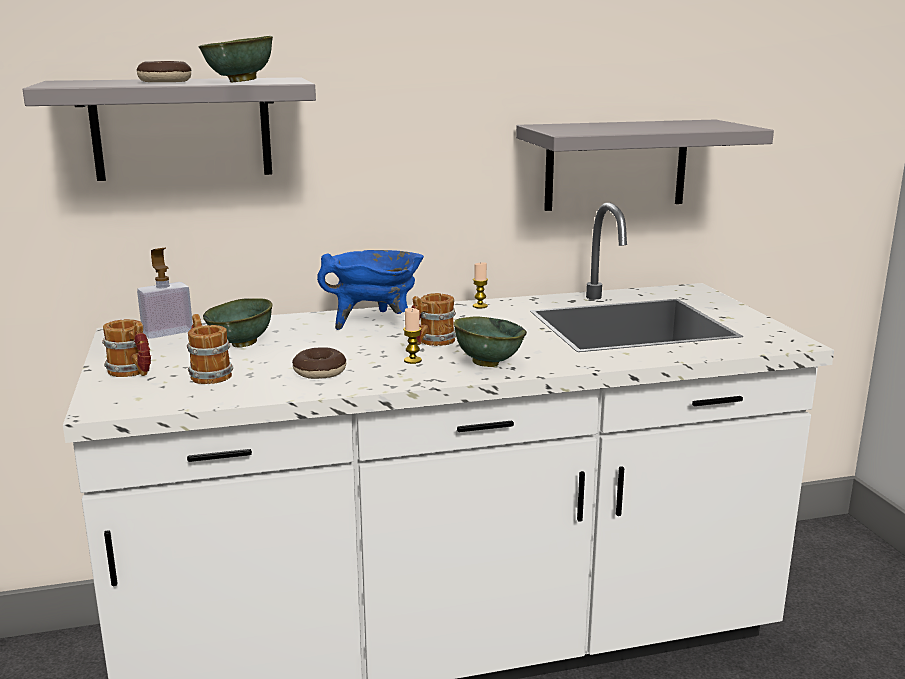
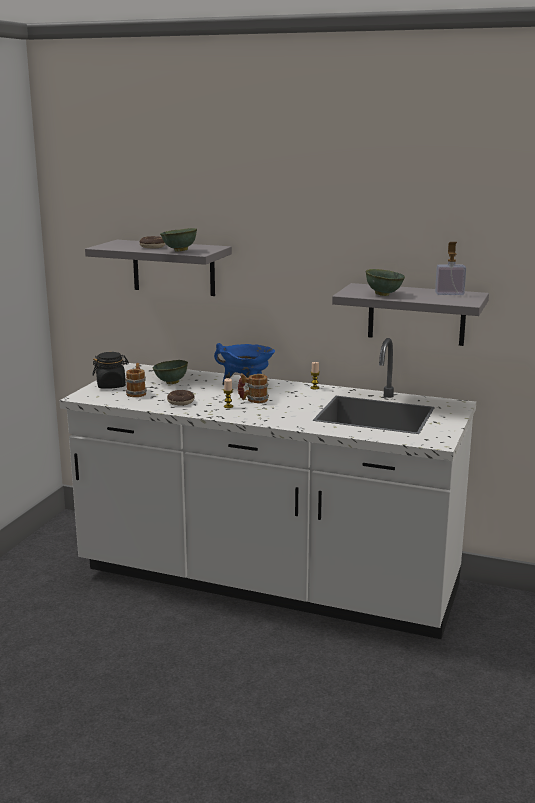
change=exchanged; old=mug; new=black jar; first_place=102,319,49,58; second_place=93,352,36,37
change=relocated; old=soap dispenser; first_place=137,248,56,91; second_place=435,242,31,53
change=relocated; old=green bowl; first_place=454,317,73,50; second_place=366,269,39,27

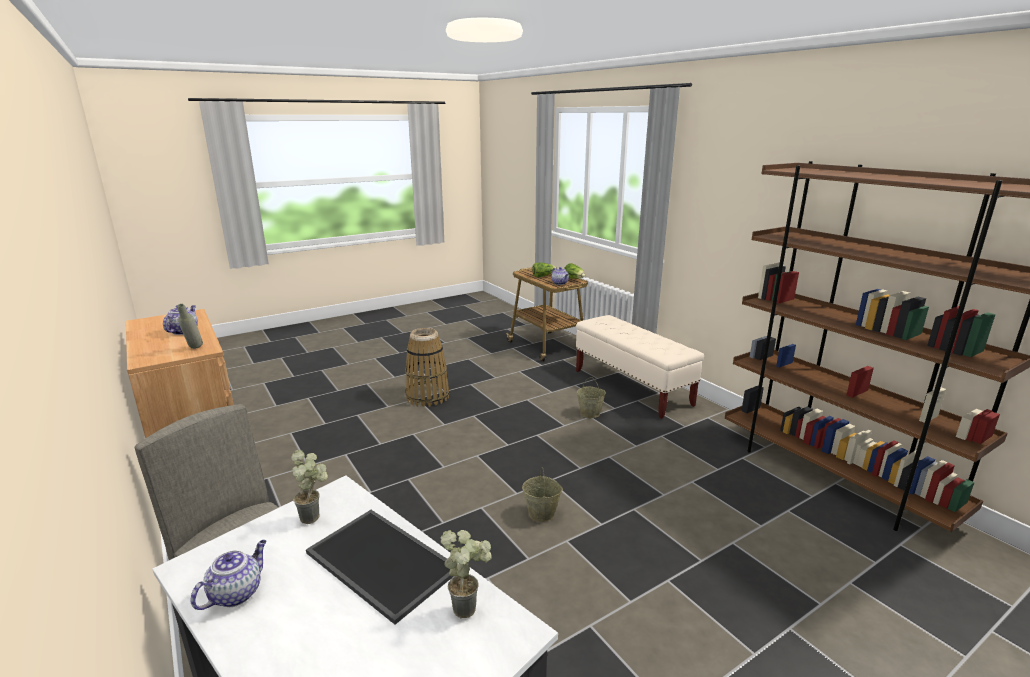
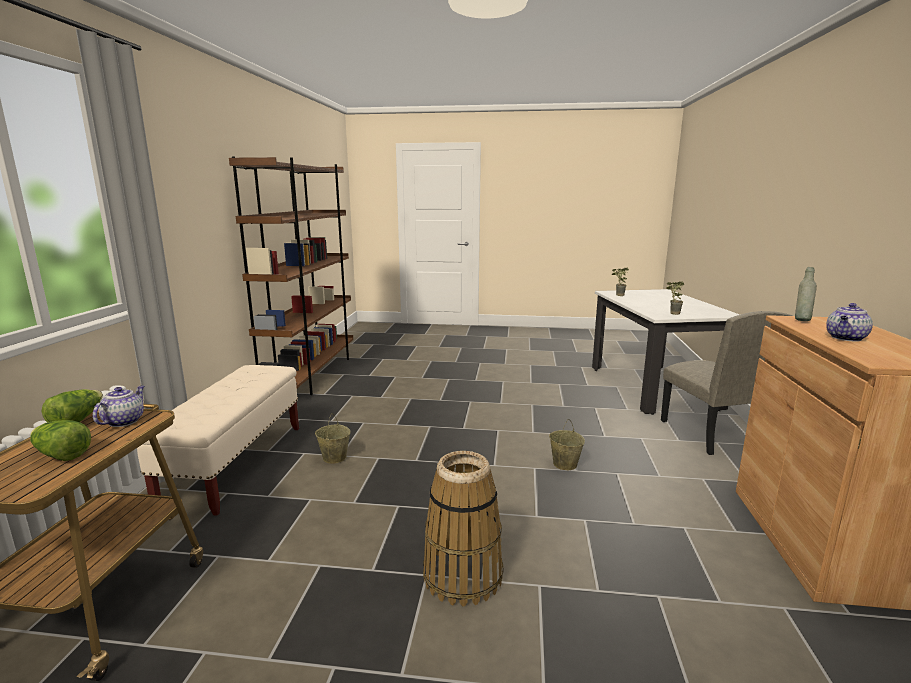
change=missing; old=teapot; first_place=190,540,76,70
change=missing; old=tray; first_place=306,510,148,115
change=relocated; old=beige bucket; first_place=522,468,41,54; second_place=549,419,36,51

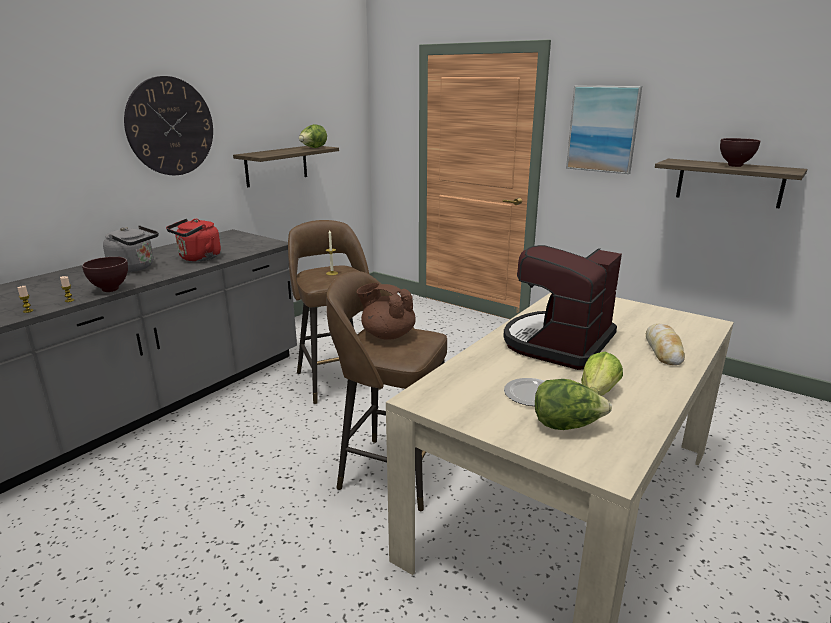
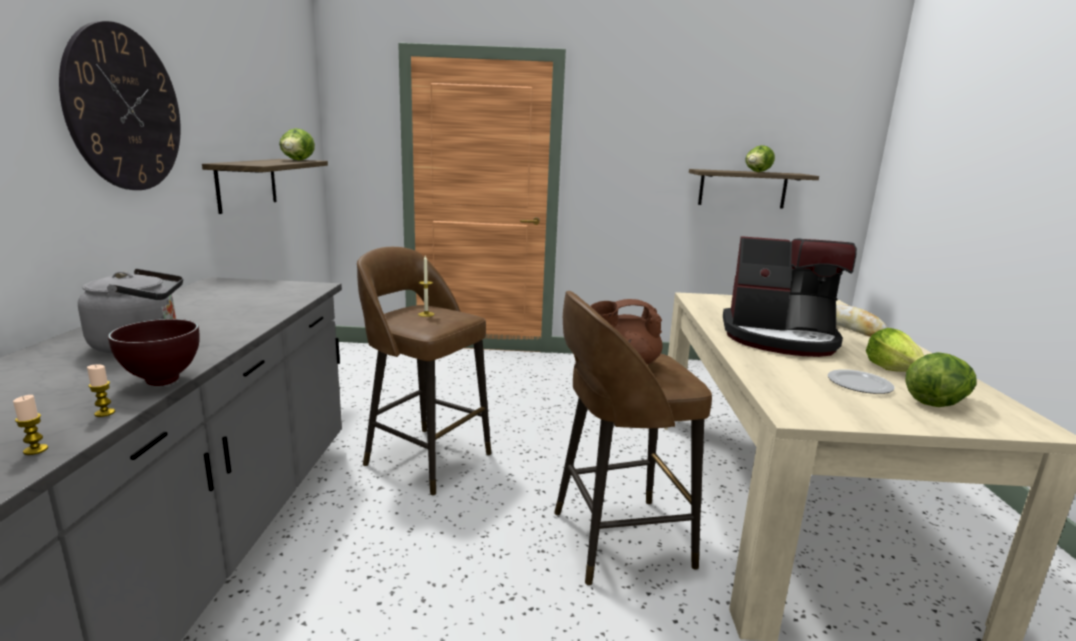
change=missing; old=red kettle; first_place=166,218,55,43
change=spun; old=coffee machine; first_place=503,245,119,125; second_place=723,236,134,121; degrees=-75
change=missing; old=picture; first_place=566,86,76,88
change=exchanged; old=brown bowl; new=lettuce; first_place=720,138,40,29; second_place=745,145,30,27

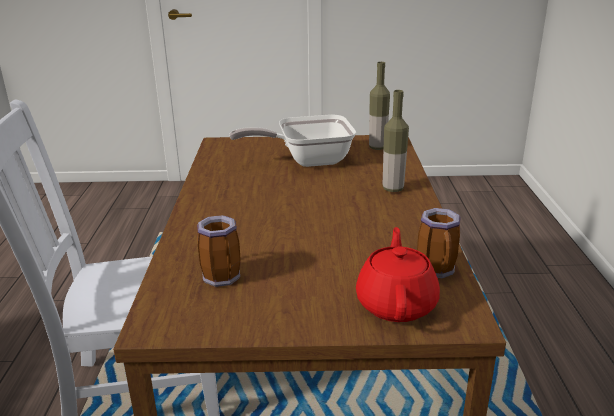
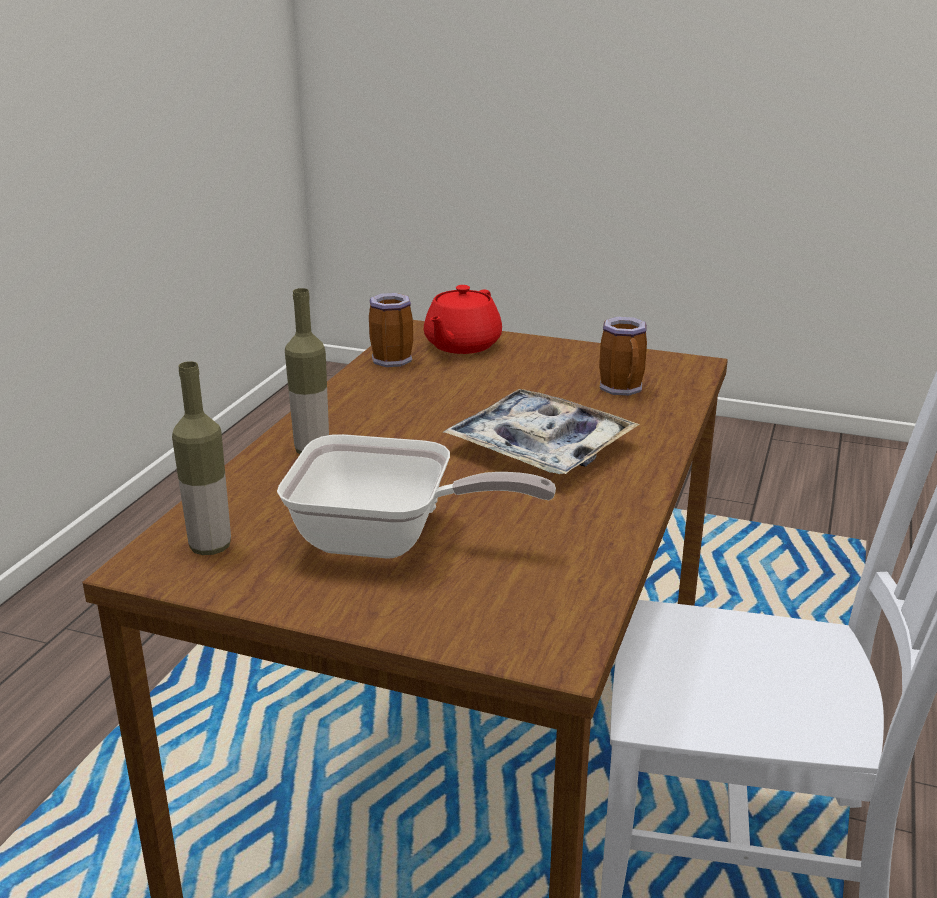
change=appeared; new=tray; second_place=443,389,196,85

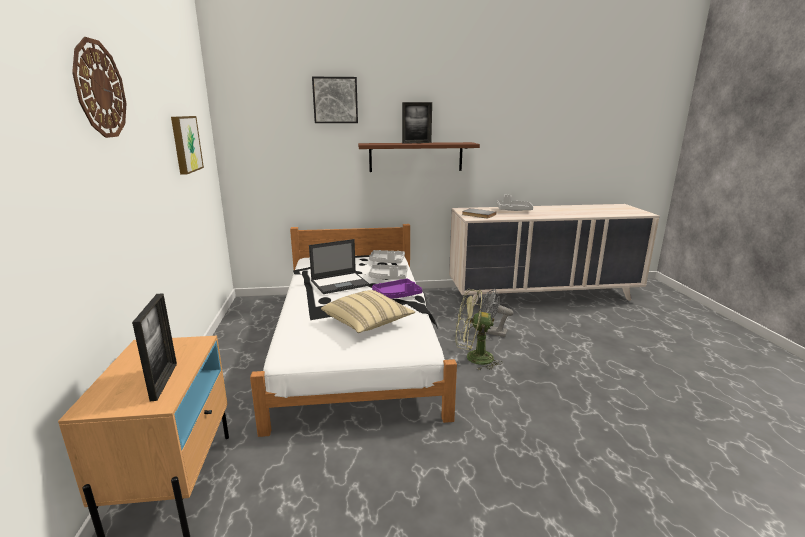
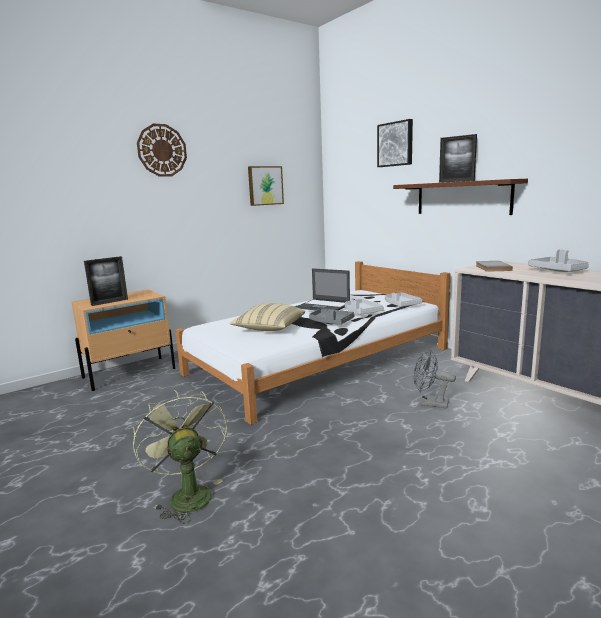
change=colour; old=purple tray; new=grey tray; first_place=372,279,50,20; second_place=309,308,45,17
change=relocated; old=green fan; first_place=455,289,48,82; second_place=133,390,94,134
change=spun; old=grey fan; first_place=481,289,33,48; second_place=414,350,42,58; degrees=-60

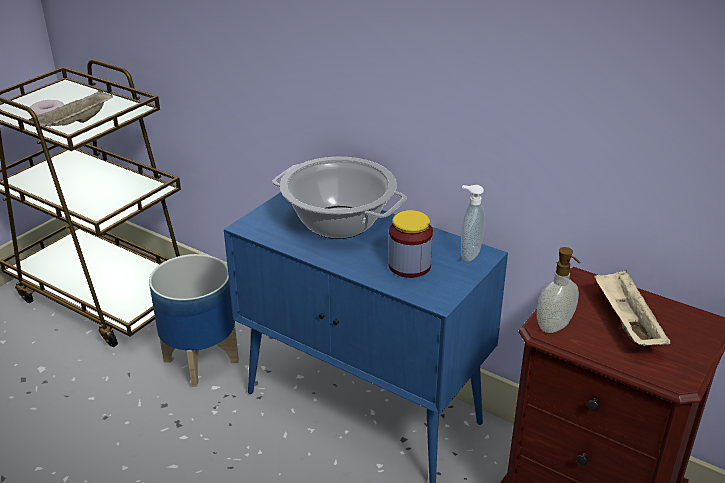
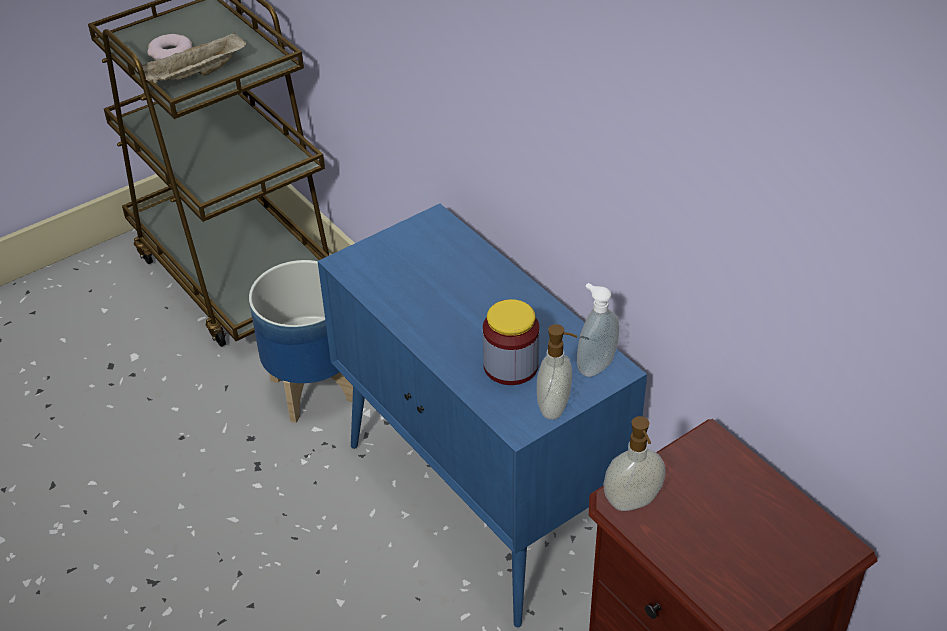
change=missing; old=cooking pot; first_place=272,157,135,82
change=missing; old=beige tray; first_place=594,270,76,76
change=appeared; new=soap dispenser; second_place=537,324,40,96

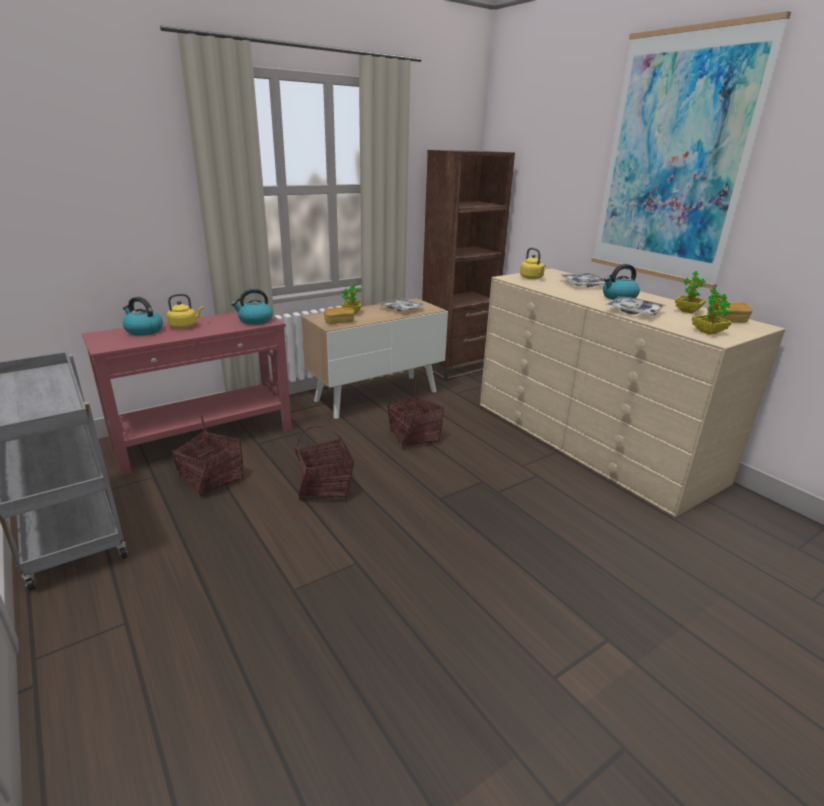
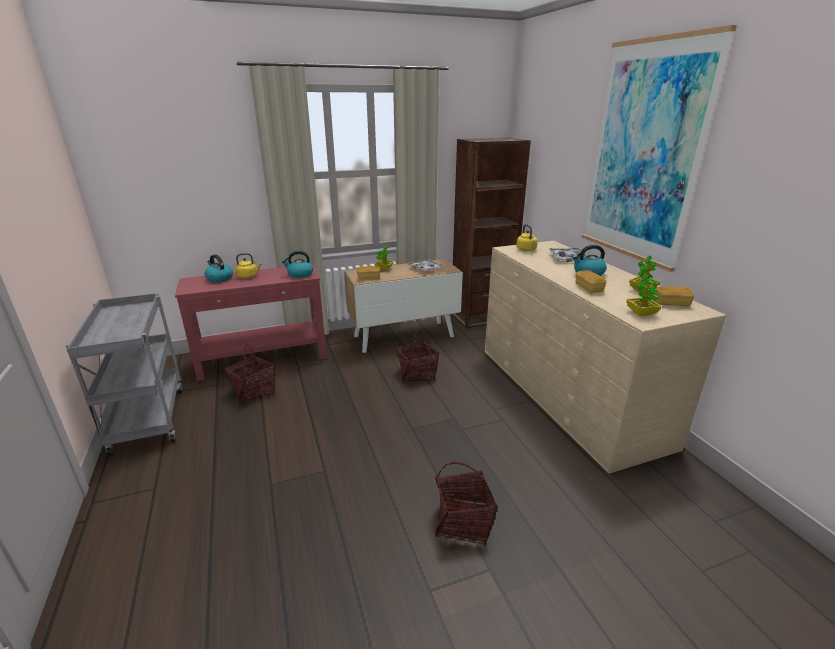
change=relocated; old=basket; first_place=295,425,59,76; second_place=435,462,63,84
change=exchanged; old=tray; new=bread; first_place=605,296,61,20; second_place=575,270,32,23

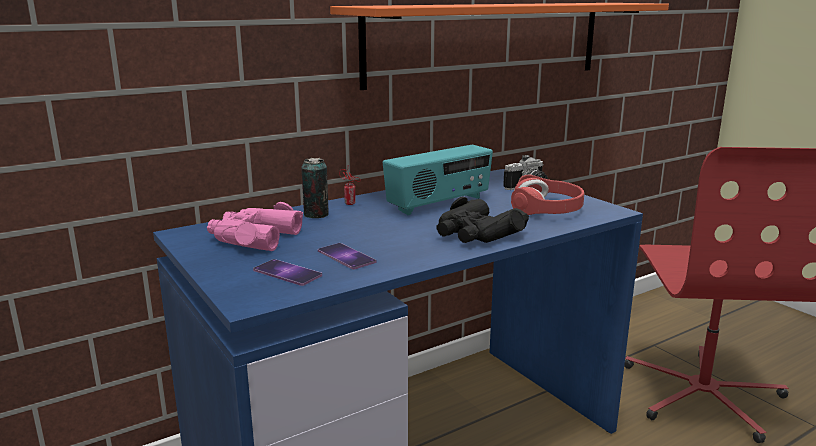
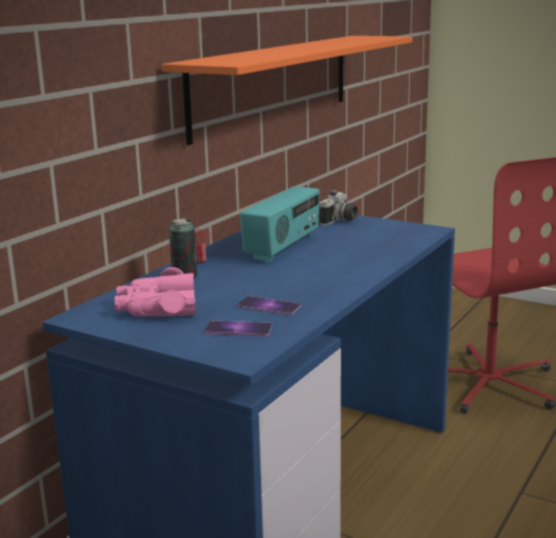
change=missing; old=black binoculars; first_place=436,197,93,46
change=missing; old=red headphones; first_place=511,174,73,41

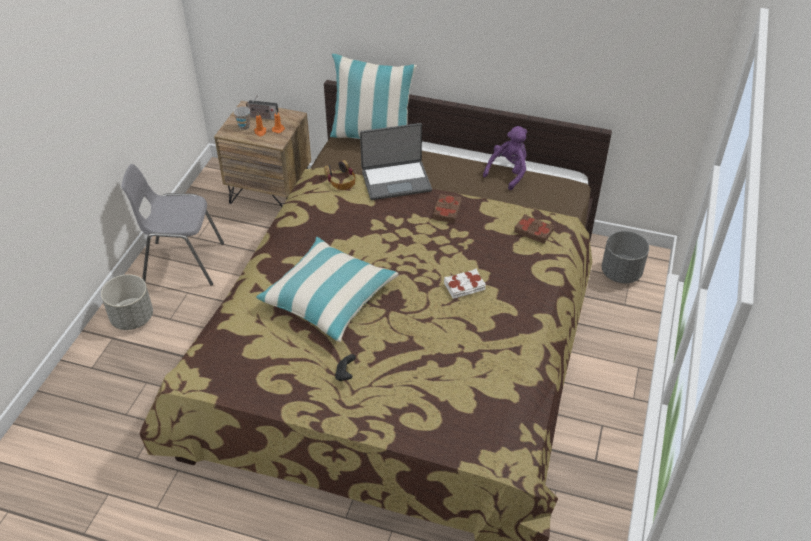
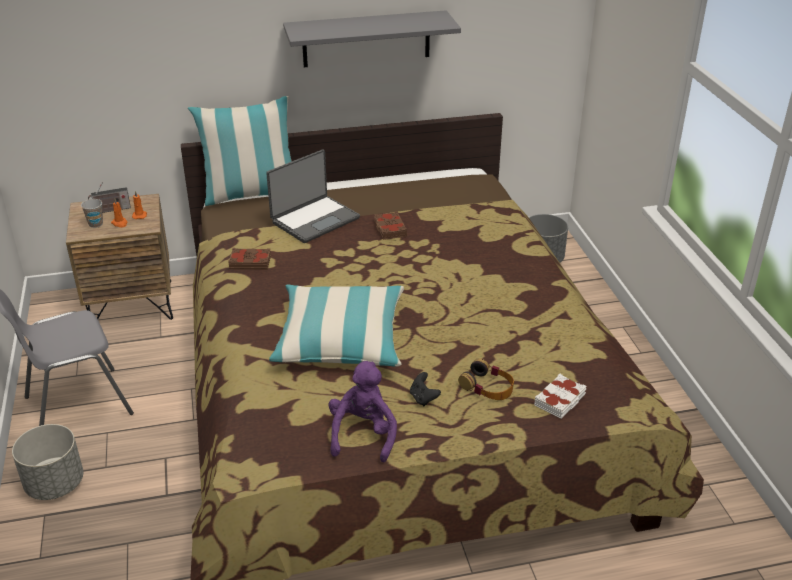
change=relocated; old=headphones; first_place=324,160,31,30; second_place=458,358,56,42
change=relocated; old=white book; first_place=444,269,42,30; second_place=534,374,52,45
change=relocated; old=purple plush toy; first_place=483,126,44,64; second_place=329,361,68,101
change=relocated; old=brown book; first_place=514,214,40,30; second_place=228,248,43,22
change=appeared; new=grey shelf; second_place=283,10,178,57

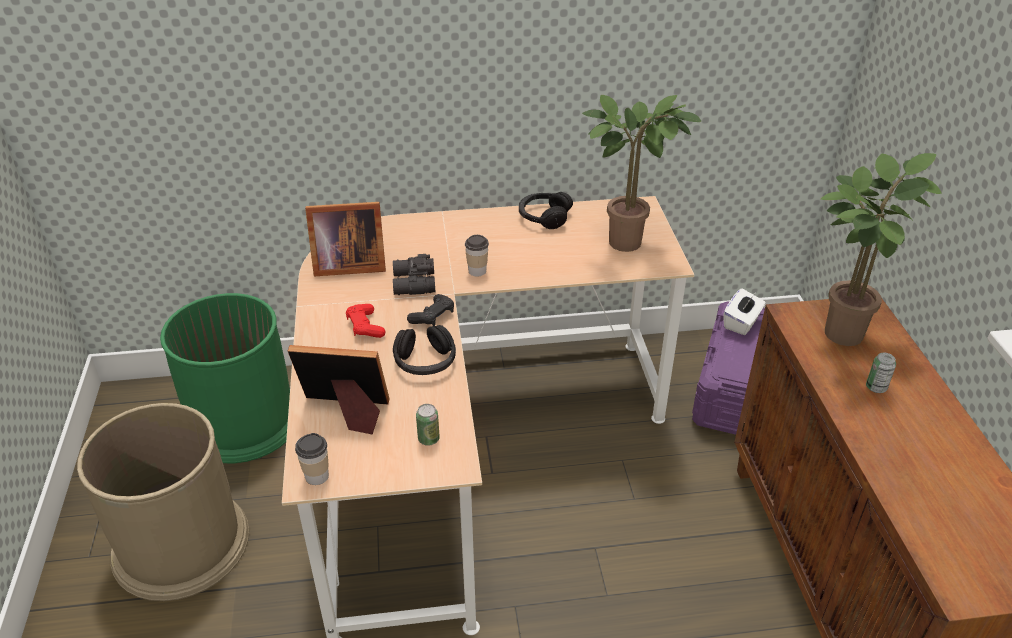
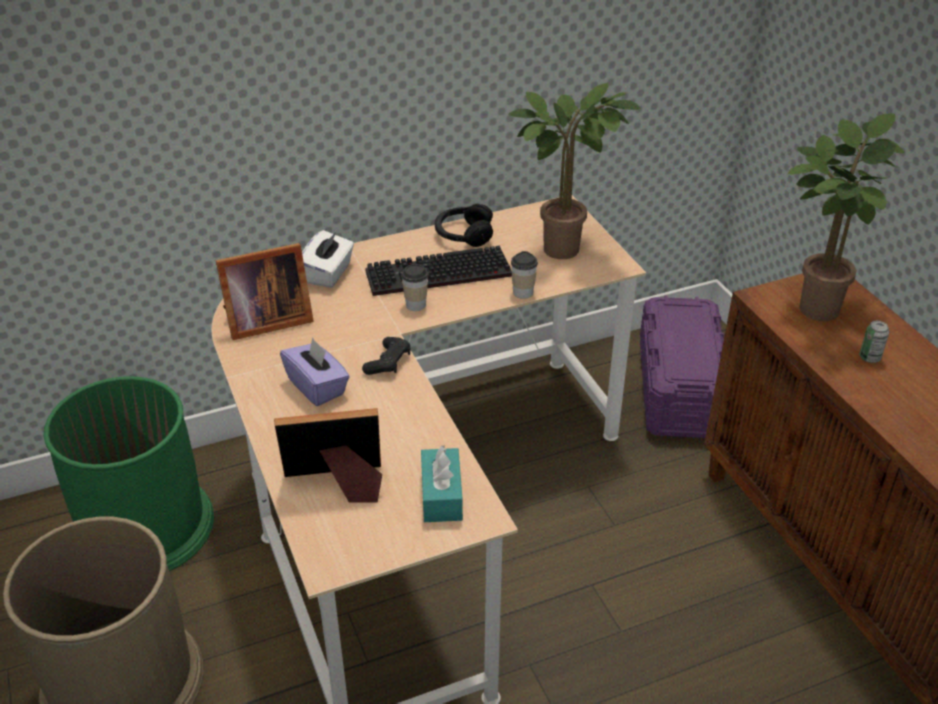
change=relocated; old=cup; first_place=295,433,34,52; second_place=511,251,27,48
change=exchanged; old=red game controller; new=purple tissue box; first_place=346,304,39,34; second_place=280,337,70,69
change=missing; old=black binoculars; first_place=393,254,42,41
change=missing; old=black headphones; first_place=393,325,63,50
change=exchanged; old=can; new=turquoise tissue box; first_place=416,404,24,42; second_place=421,445,42,77
change=relocated; old=white tissue box; first_place=723,288,43,47; second_place=302,230,52,58
change=appeared; new=keyboard; second_place=365,246,147,50

